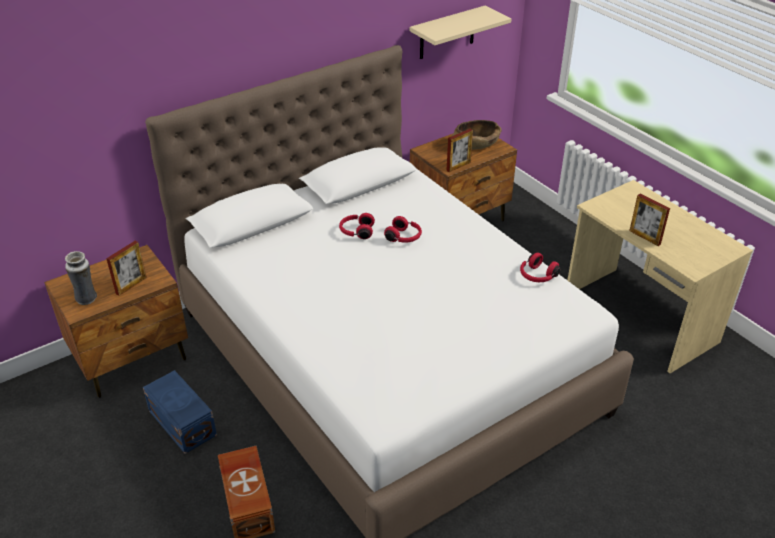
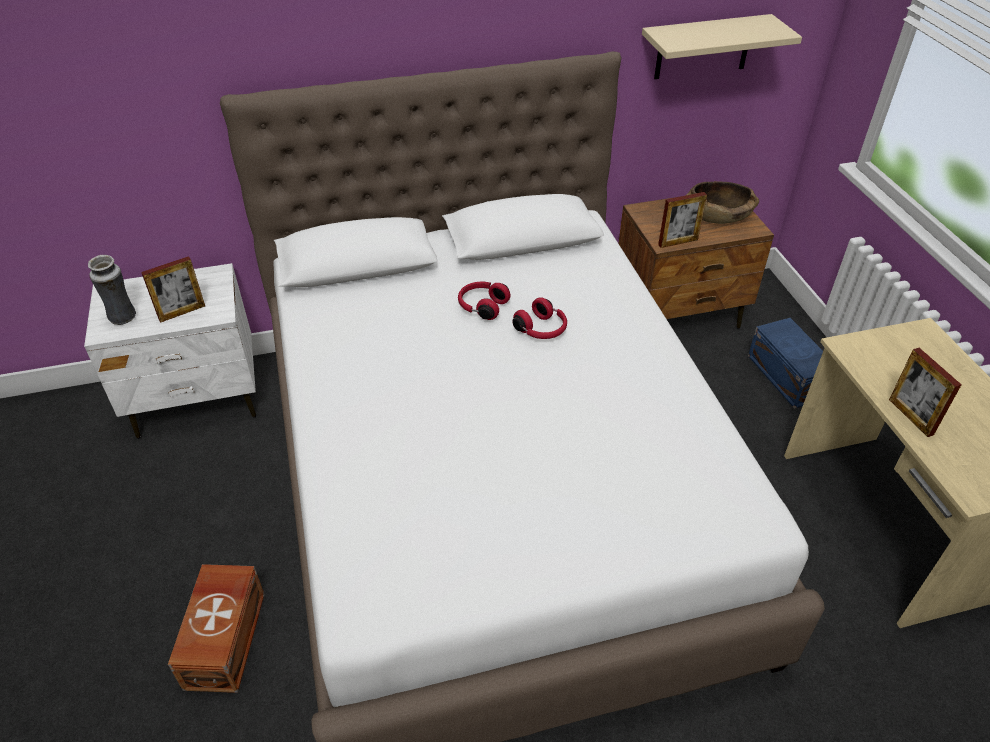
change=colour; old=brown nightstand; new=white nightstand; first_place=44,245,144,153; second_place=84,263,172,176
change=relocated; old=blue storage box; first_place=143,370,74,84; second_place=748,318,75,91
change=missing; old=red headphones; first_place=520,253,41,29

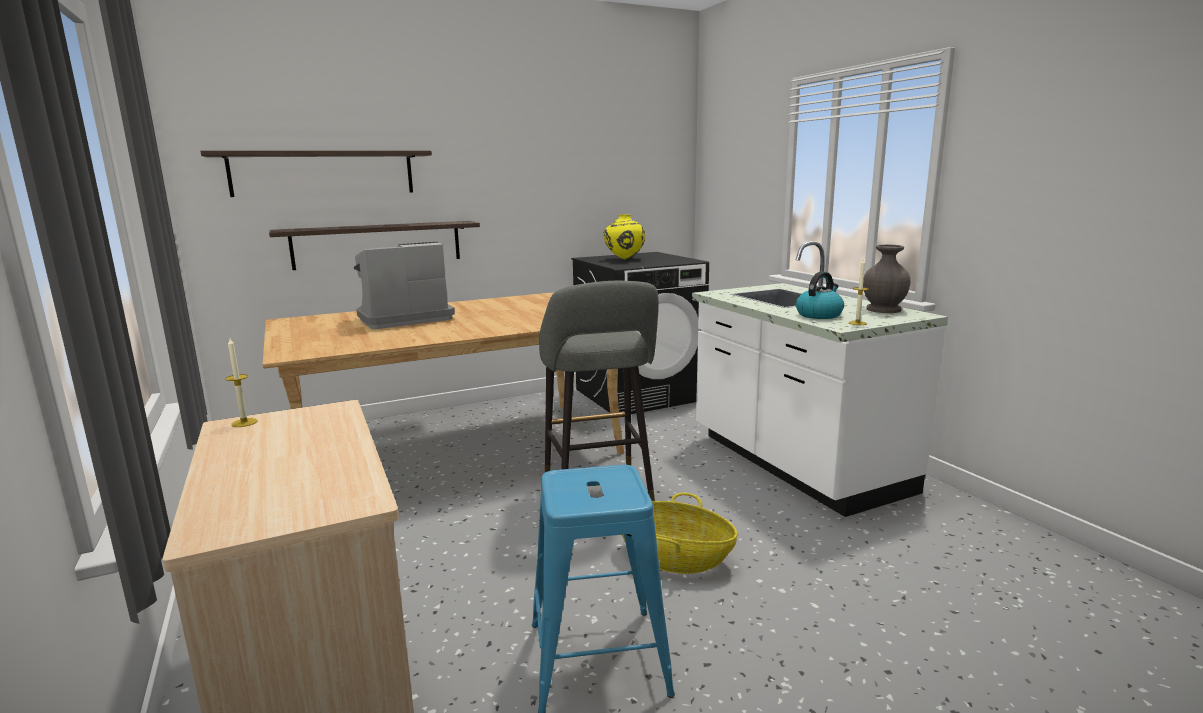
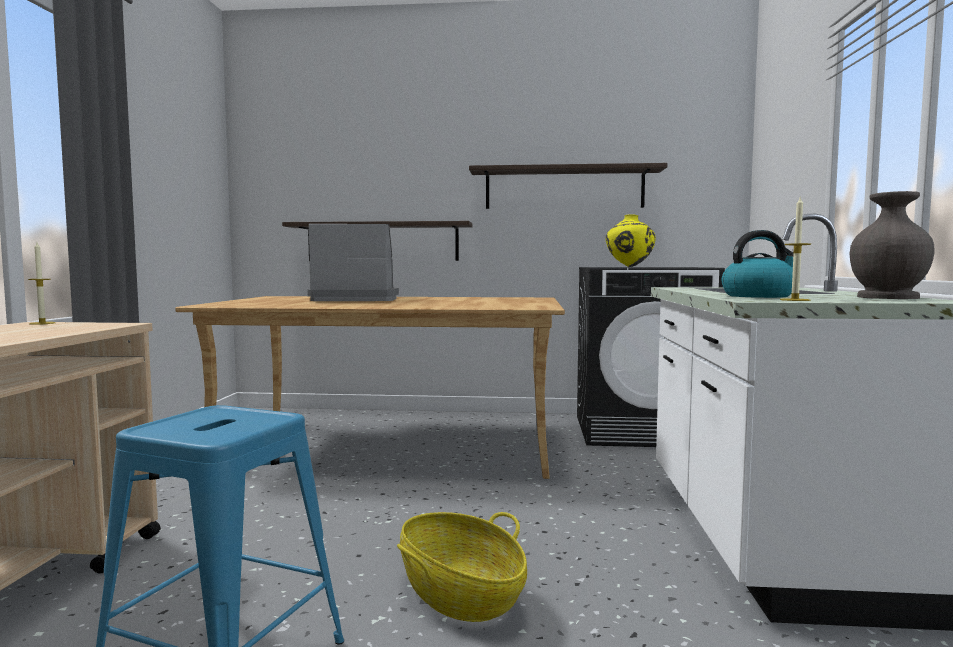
change=relocated; old=shelf; first_place=200,150,232,47; second_place=469,163,199,46
change=missing; old=grey stool; first_place=539,281,120,220

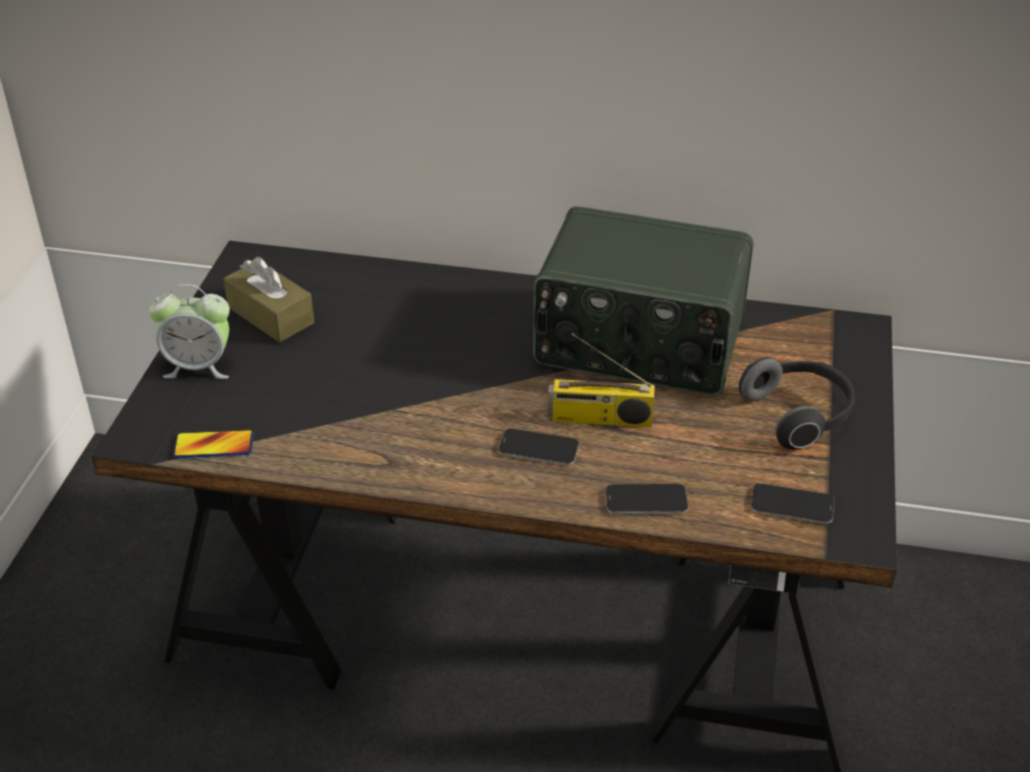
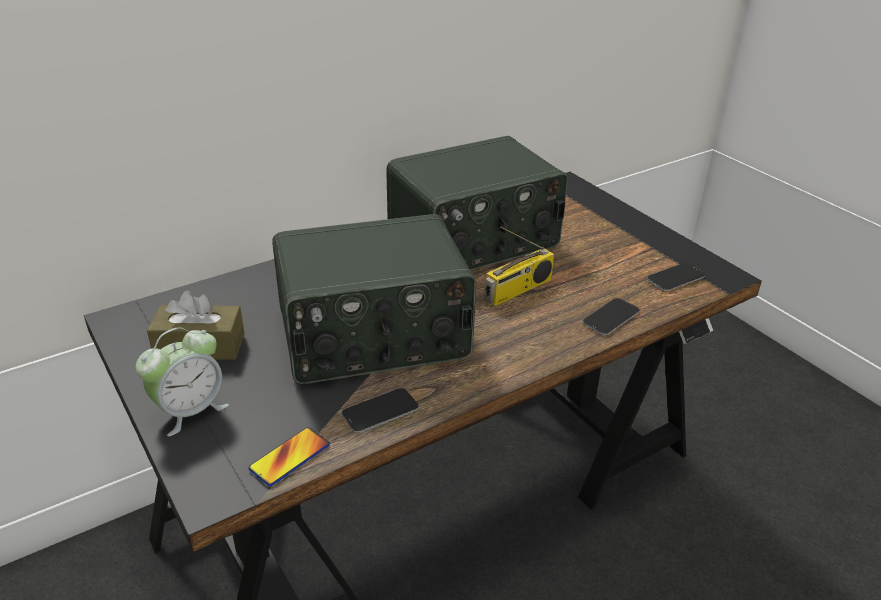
change=relocated; old=phone; first_place=498,429,81,36; second_place=342,388,77,45
change=missing; old=headphones; first_place=739,357,116,92
change=appeared; new=radio; second_place=272,214,204,170

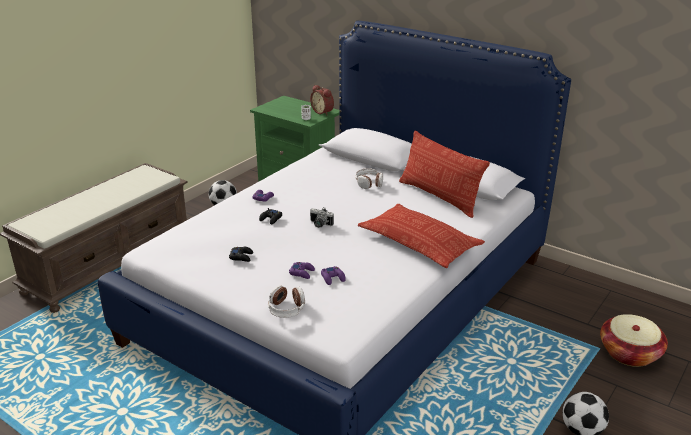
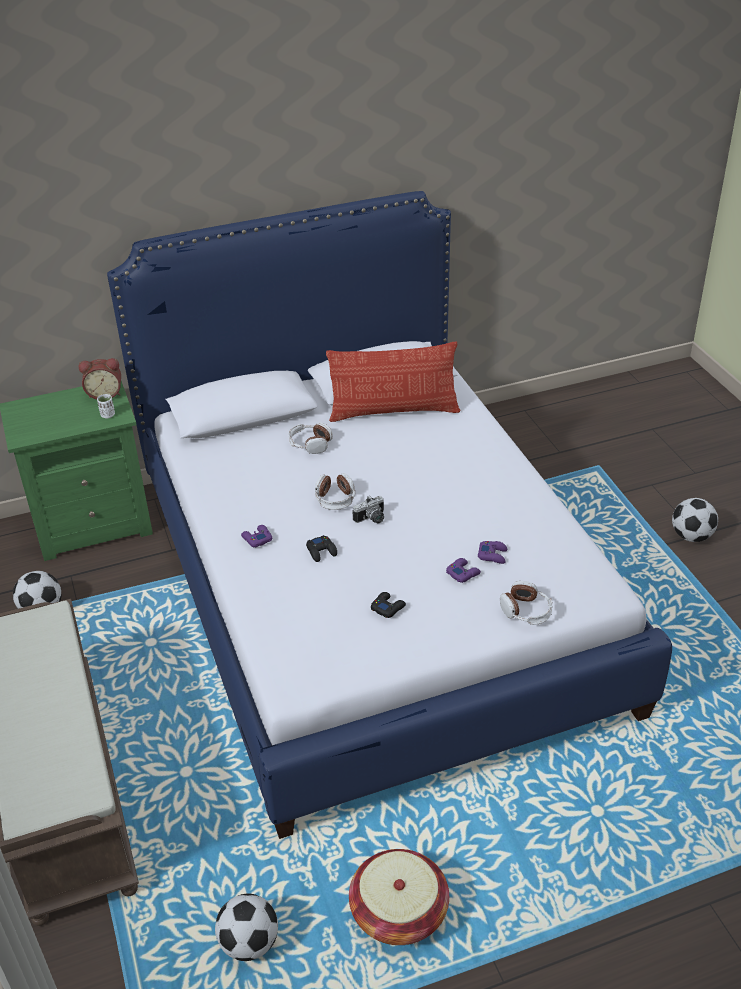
change=missing; old=pillow; first_place=358,204,127,64
change=relocated; old=basket; first_place=600,314,68,53; second_place=349,849,100,96
change=appeared; new=football; second_place=215,894,63,67
change=appeared; new=headphones; second_place=315,473,40,37

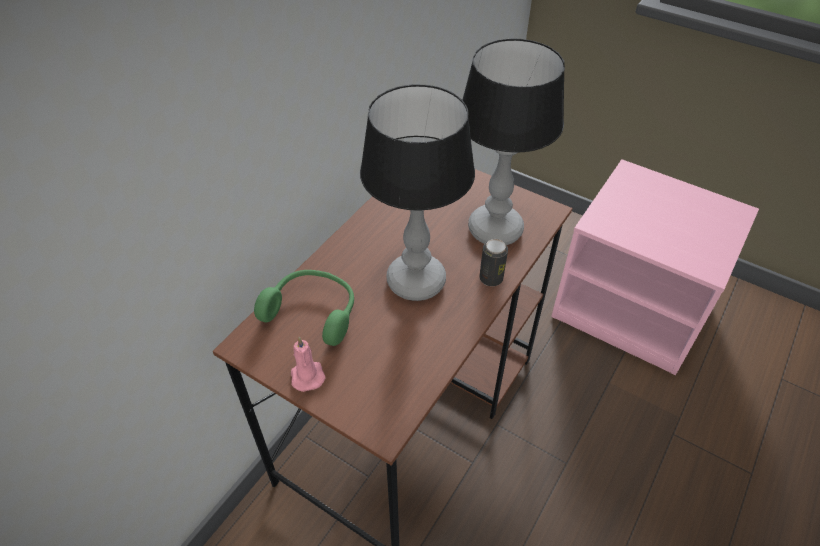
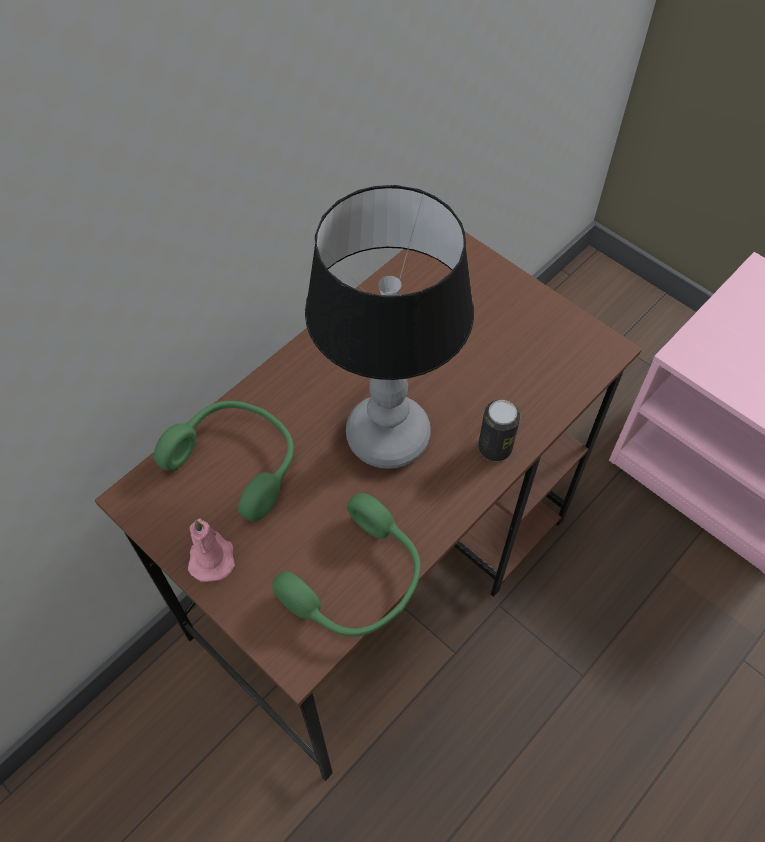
change=missing; old=table lamp; first_place=462,38,103,207
change=appeared; new=green headphones; second_place=272,493,149,144

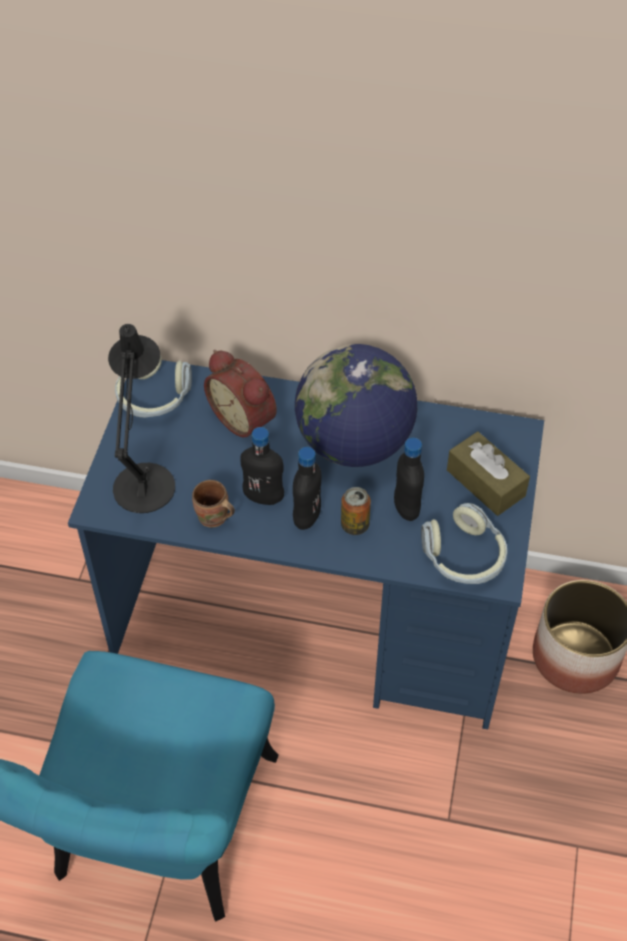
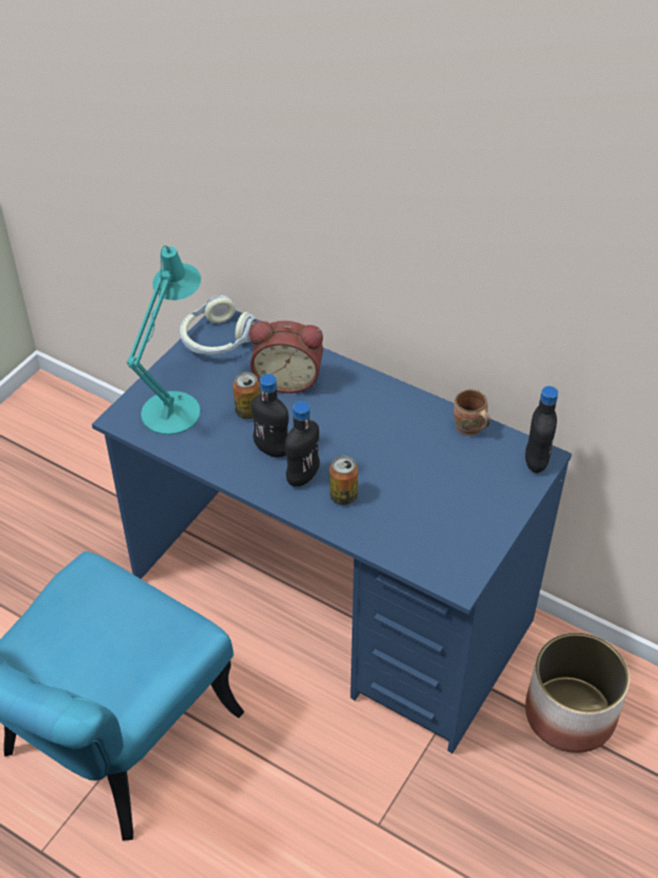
change=colour; old=black table lamp; new=turquoise table lamp; first_place=108,324,67,189; second_place=127,245,74,190
change=relocated; old=brown mug; first_place=192,480,43,48; second_place=454,389,36,47
change=spun; old=alarm clock; first_place=204,350,73,87; second_place=249,321,74,72; degrees=-60
change=missing; old=globe; first_place=295,344,122,123
change=relocated; old=black bottle; first_place=394,438,30,83; second_place=525,386,33,87
change=missing; old=headphones; first_place=421,503,86,81
change=missing; old=brown tissue box; first_place=447,432,83,84
change=appeared; new=can; second_place=233,372,27,47

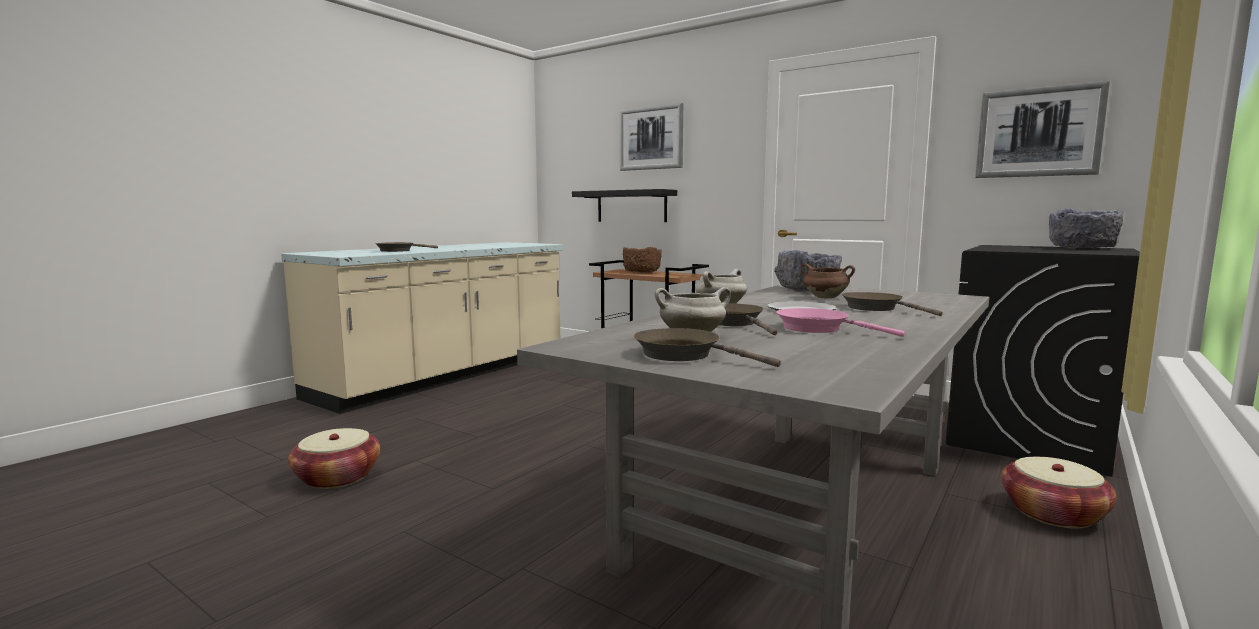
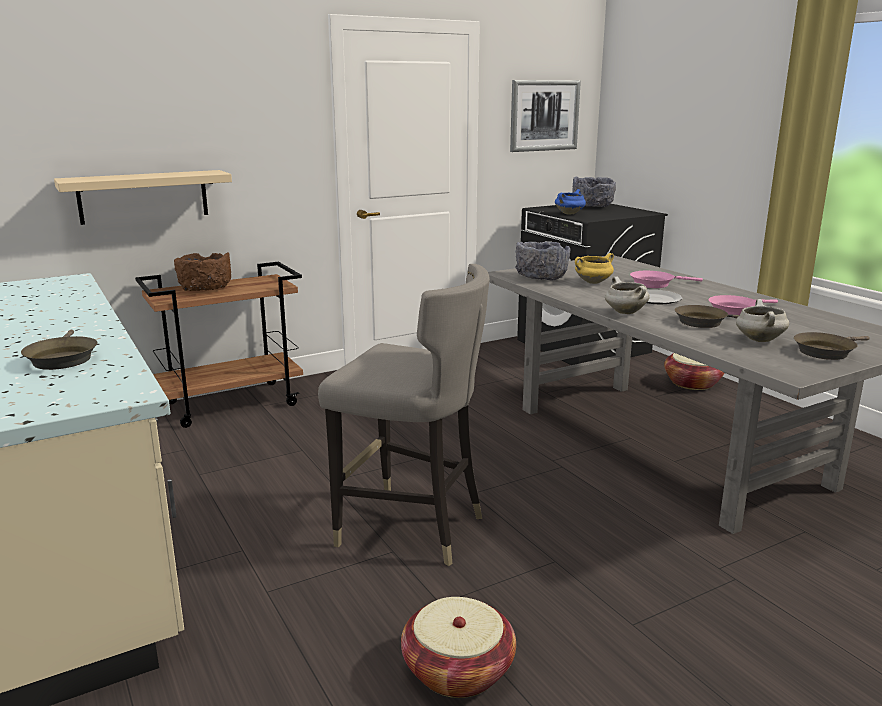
change=colour; old=black shelf; new=beige shelf; first_place=572,189,105,33; second_place=54,170,178,55
change=missing; old=picture; first_place=620,103,63,68
change=colour; old=brown cooking pot; new=yellow cooking pot; first_place=800,263,55,36; second_place=575,253,39,31
change=colour; old=brown frying pan; new=pink frying pan; first_place=842,292,101,24; second_place=630,271,73,17
change=appeared; new=grey stool; second_place=318,264,172,302
change=appeared; new=blue cooking pot; second_place=555,189,31,26

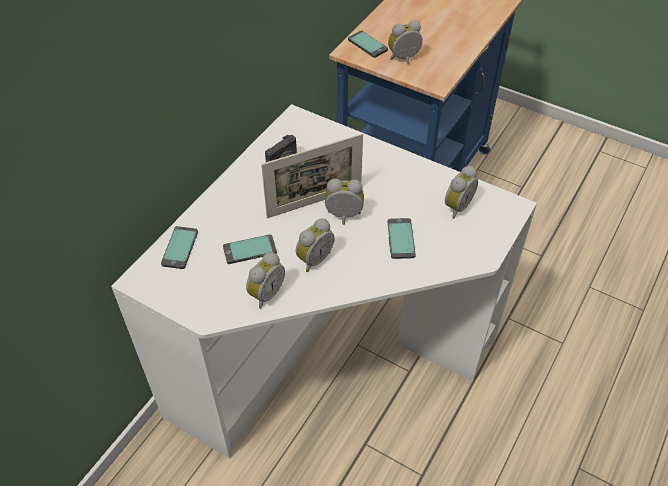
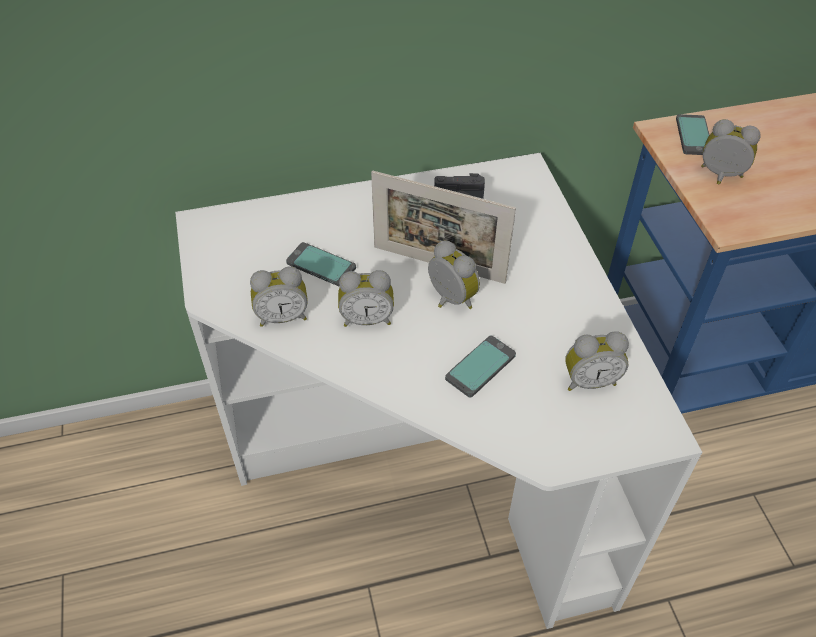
change=missing; old=phone; first_place=161,226,37,43

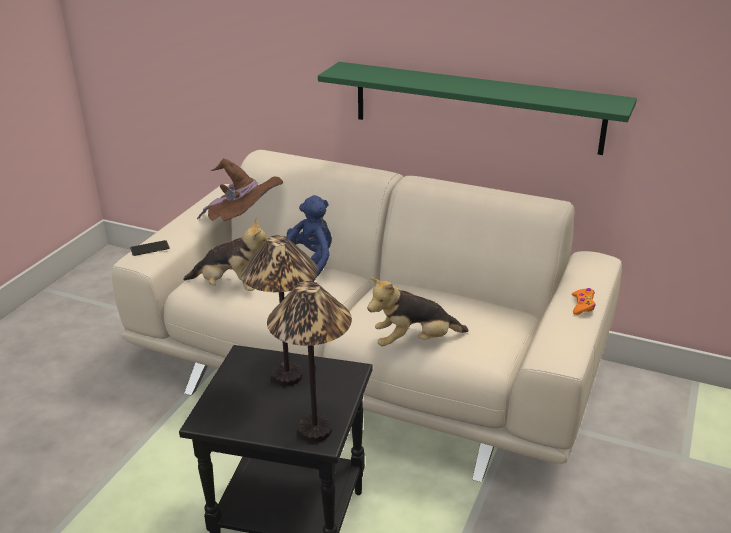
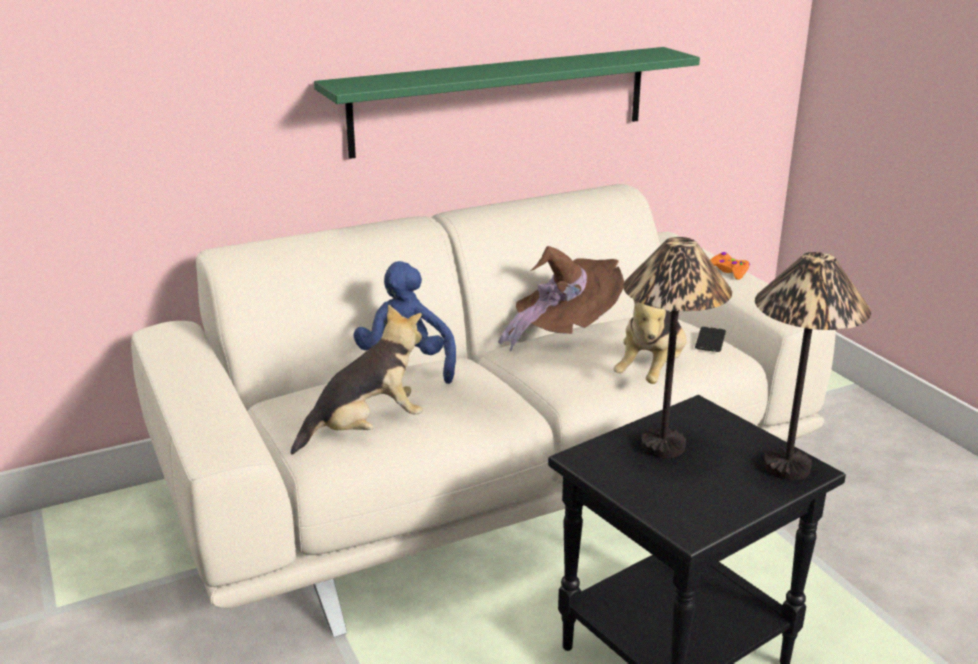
change=relocated; old=phone; first_place=130,240,40,16; second_place=695,327,31,25
change=relocated; old=brown hat; first_place=197,158,86,63; second_place=498,246,126,105

